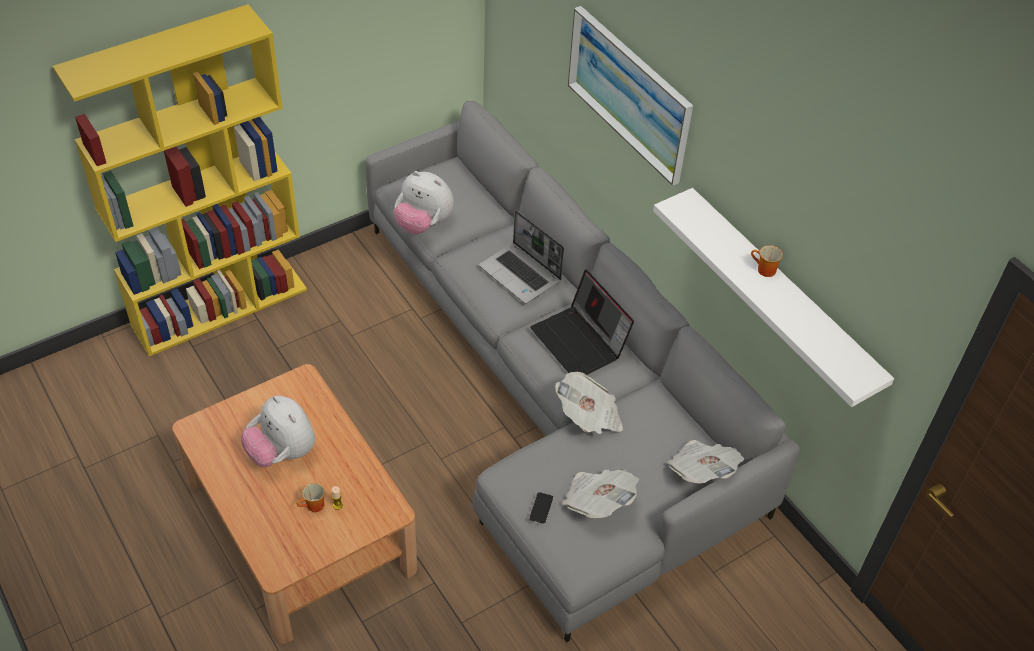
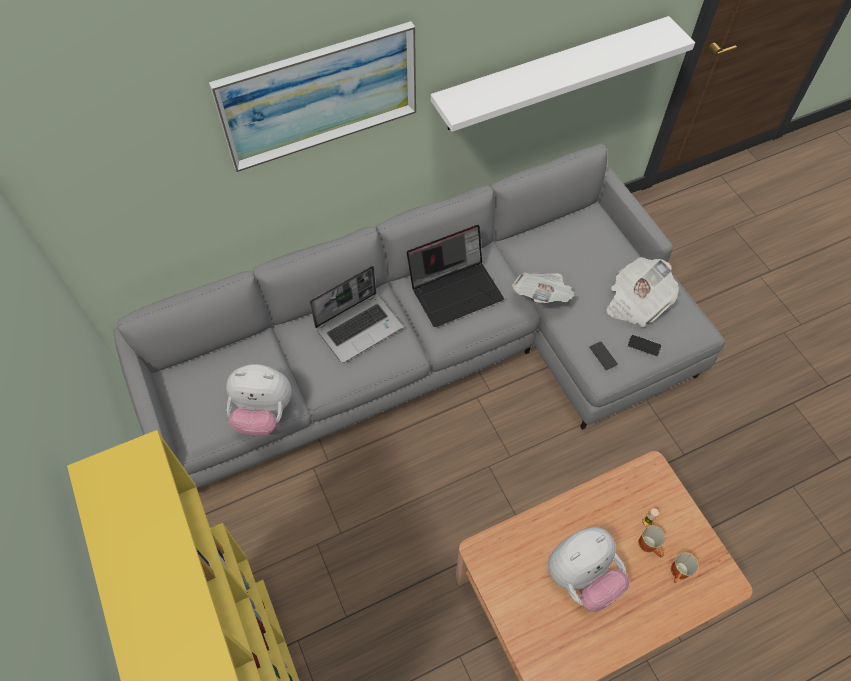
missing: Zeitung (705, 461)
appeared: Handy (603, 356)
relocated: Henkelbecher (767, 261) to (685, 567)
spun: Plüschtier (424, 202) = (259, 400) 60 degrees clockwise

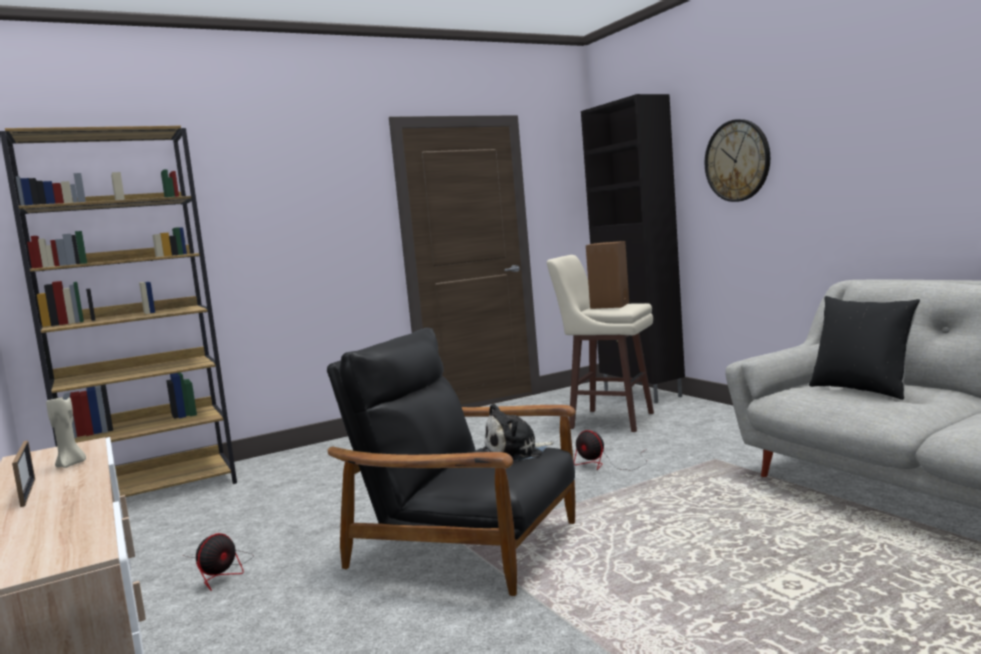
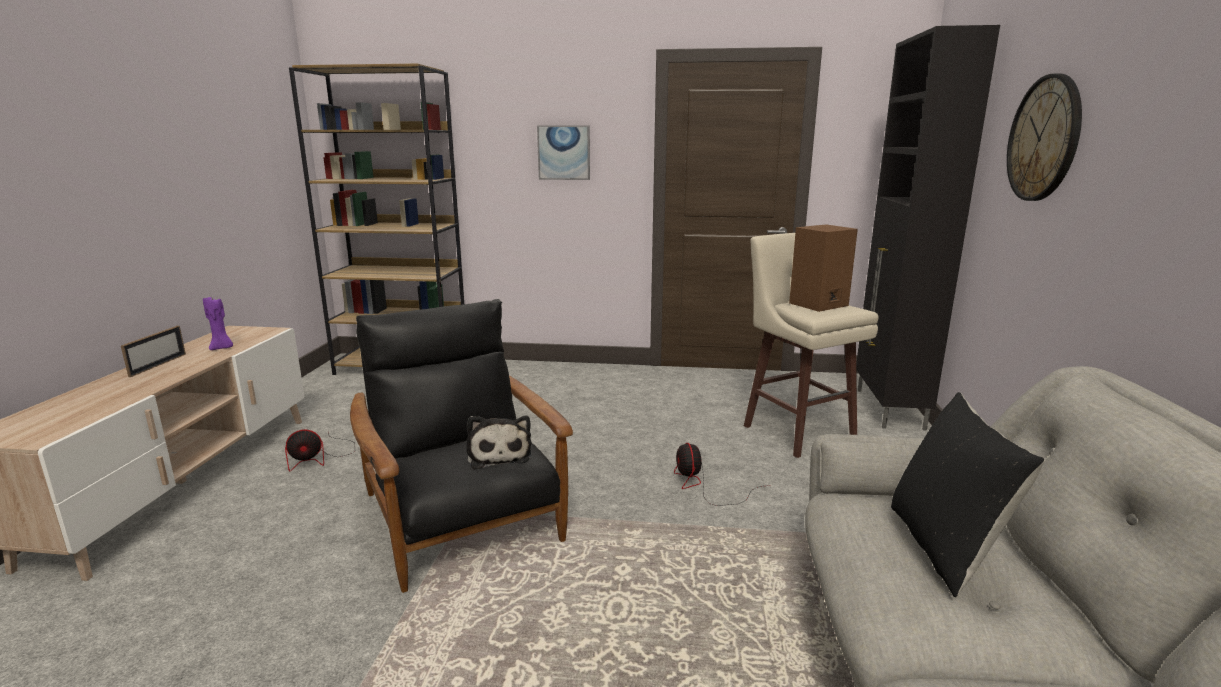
appeared: Bild (563, 152)
colour: Kerze (beige) (66, 431) to Kerze (lila) (218, 323)
spun: Plüschtier (518, 432) = (499, 442) 120 degrees counterclockwise

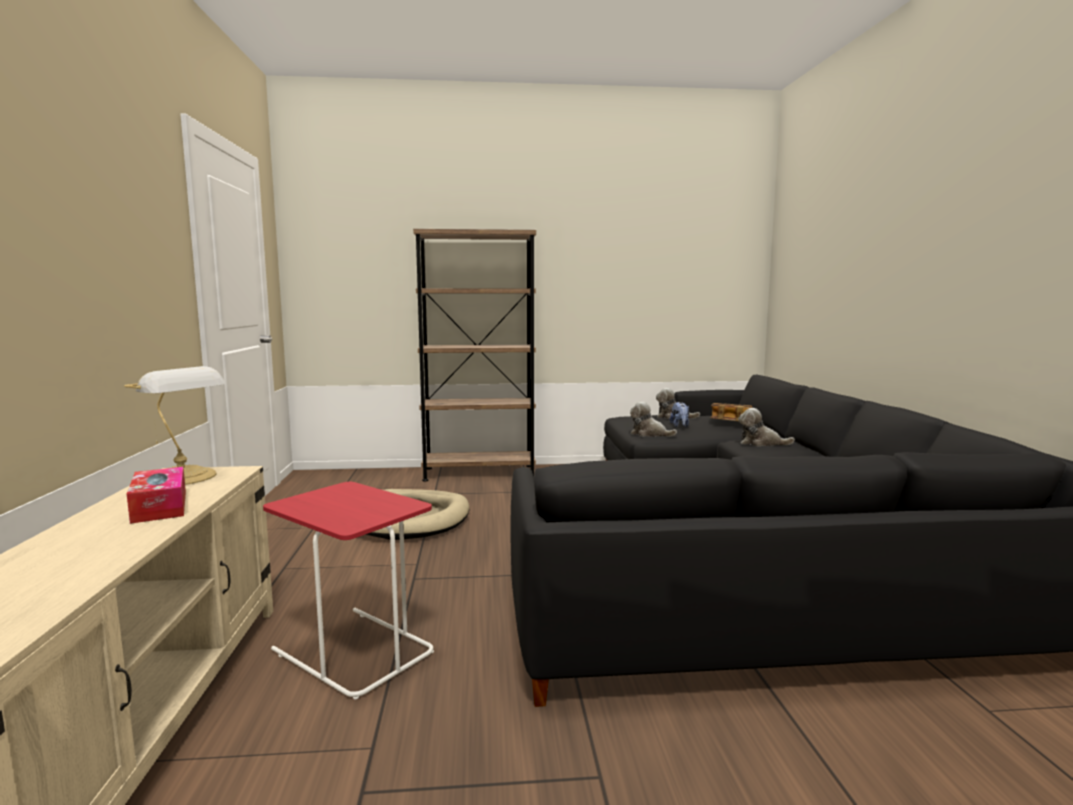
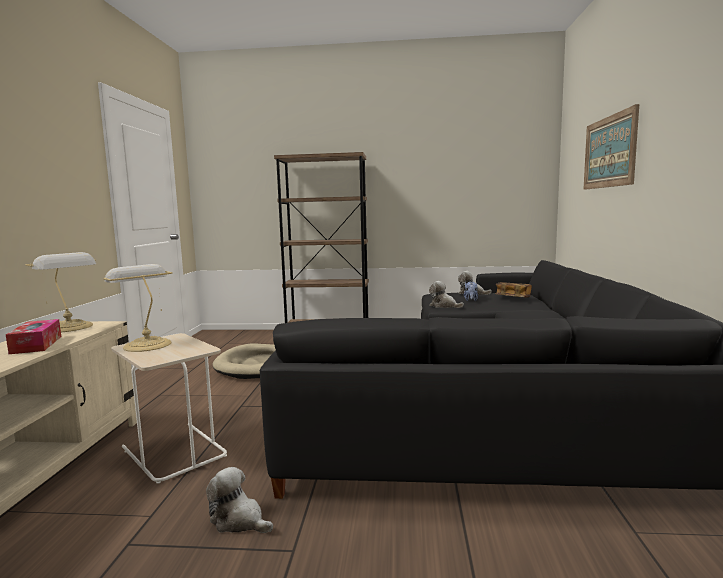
appeared: Tischlampe (138, 308); Bild (611, 147)
relocated: Plüschtier (766, 427) to (239, 500)
colour: Beistelltisch (rot) (348, 590) to Beistelltisch (beige) (169, 408)

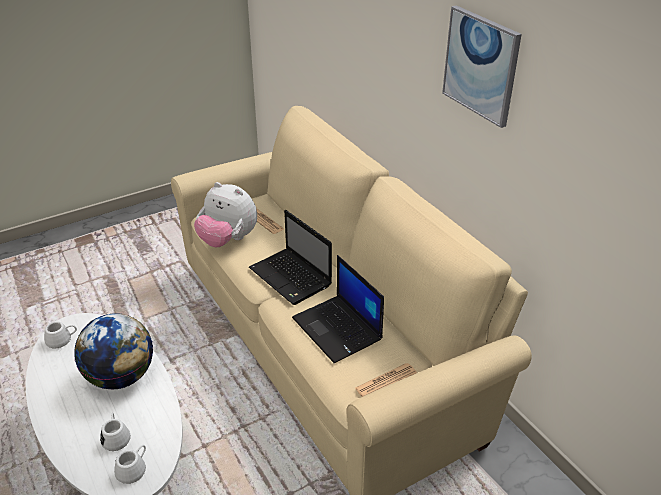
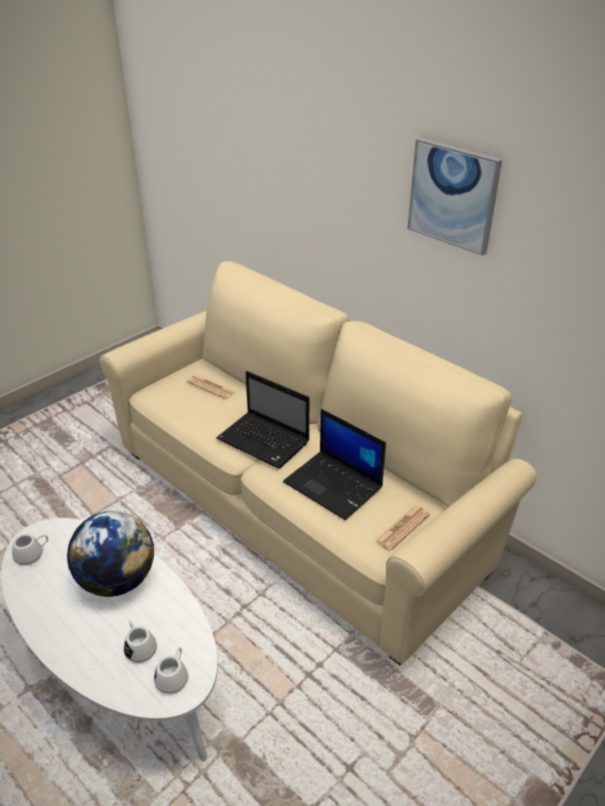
missing: Plüschtier (225, 214)

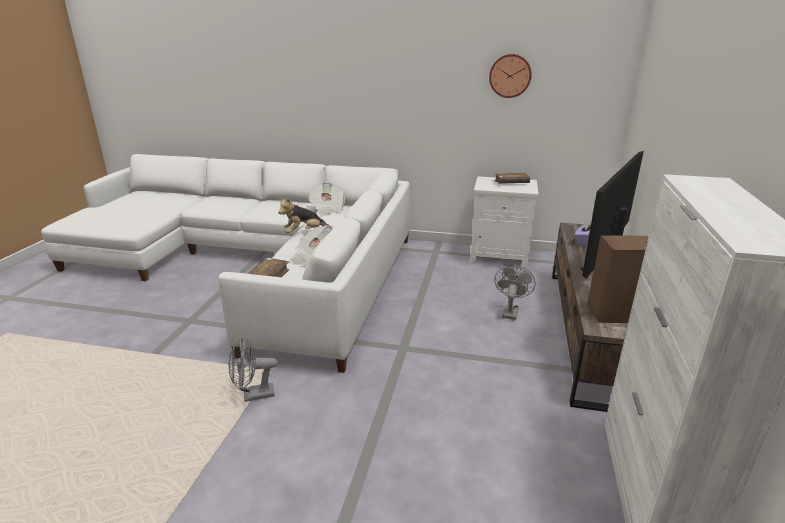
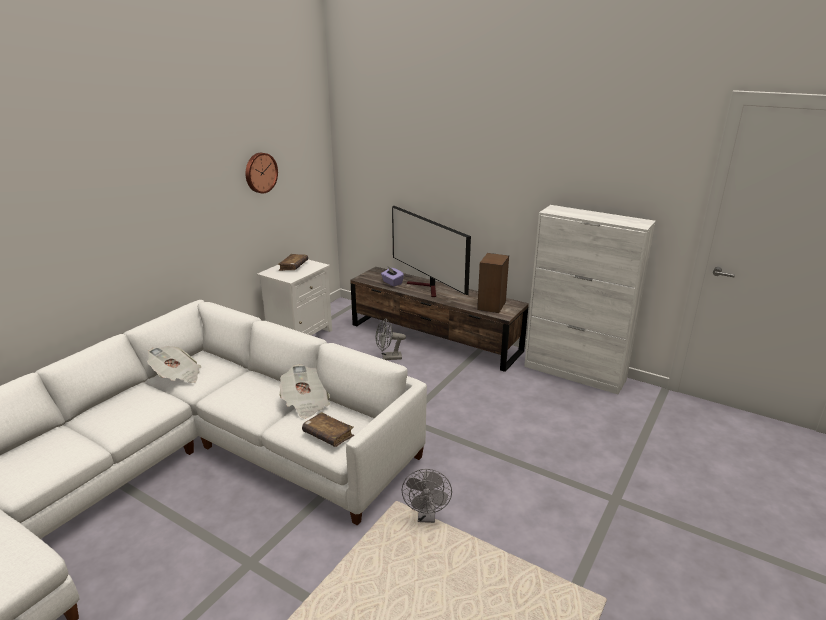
missing: Plüschtier (303, 215)
spun: Ventilator (grau) (514, 292) = (390, 339) 45 degrees counterclockwise

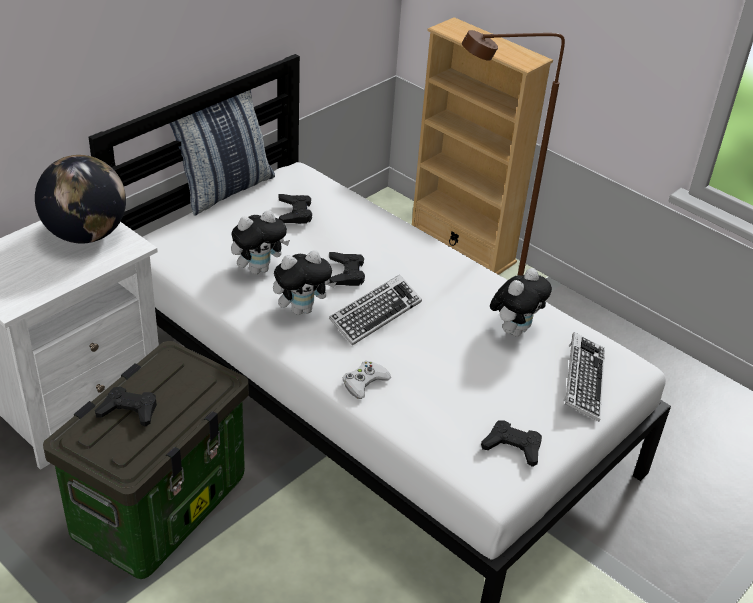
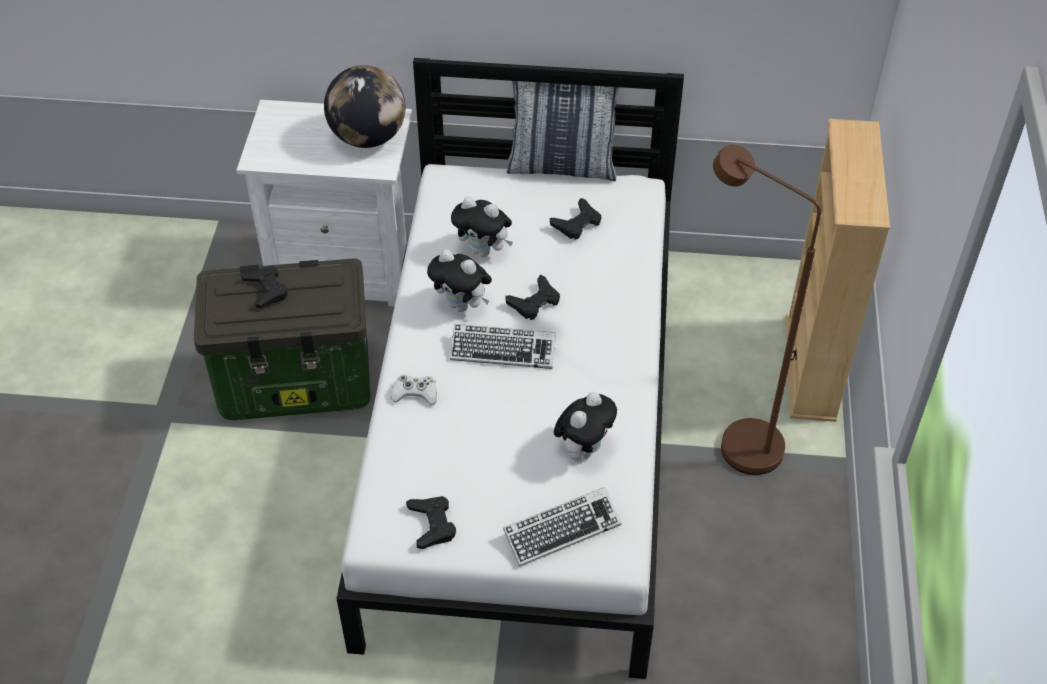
spun: Plüschtier (521, 302) = (585, 426) 60 degrees counterclockwise

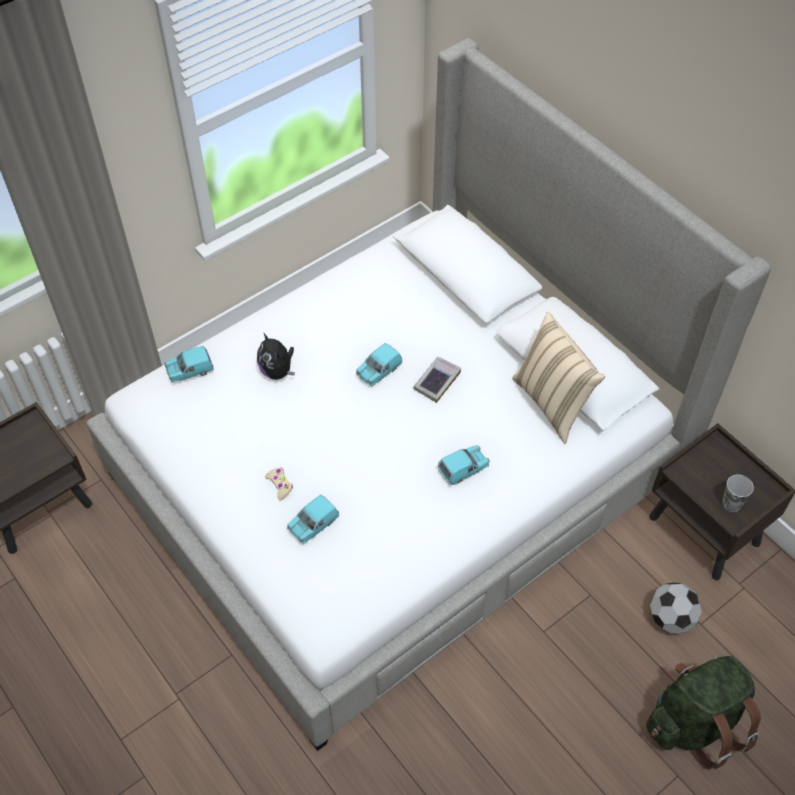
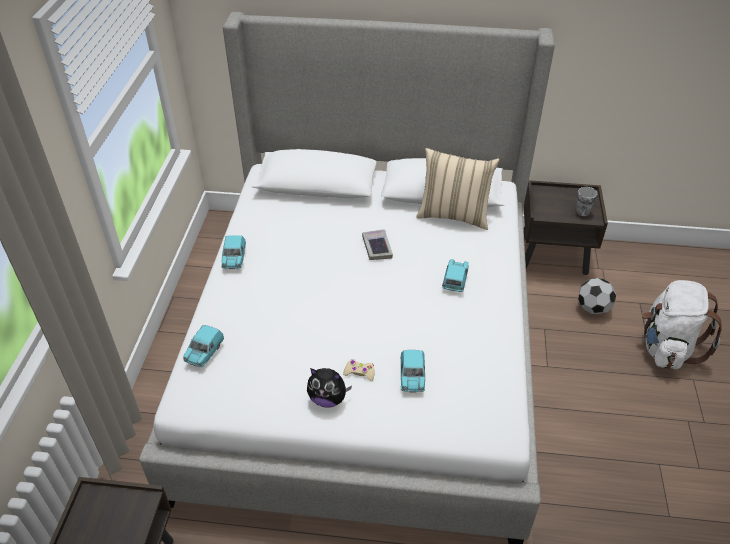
relocated: Spielzeugauto (türkis) (379, 364) to (233, 252); Plüschtier (276, 356) to (329, 388)
colour: Rucksack (grün) (703, 712) to Rucksack (weiß) (681, 324)

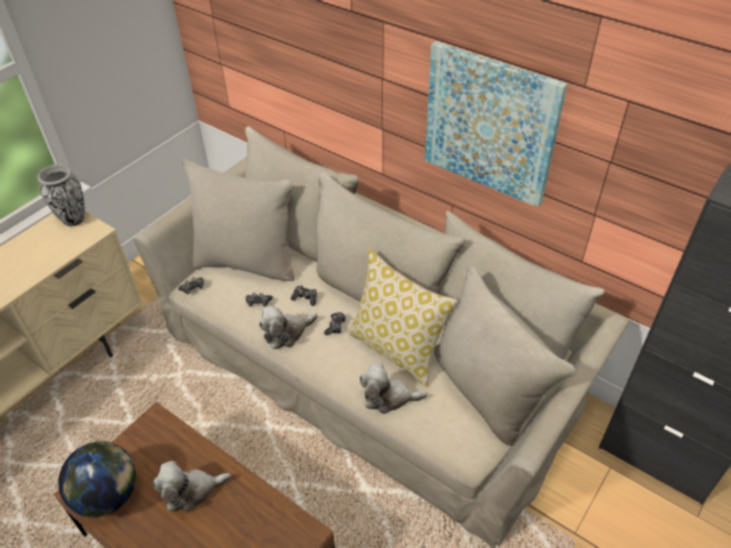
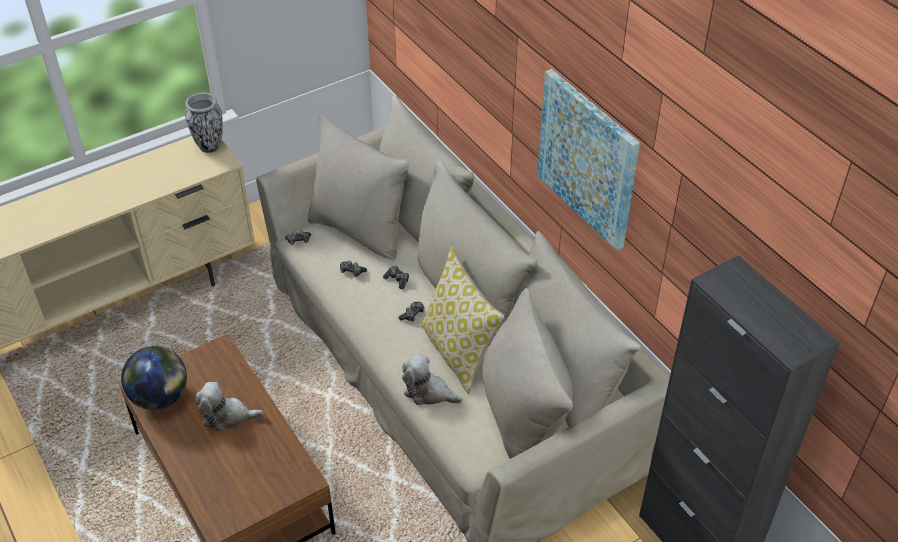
missing: Plüschtier (288, 327)

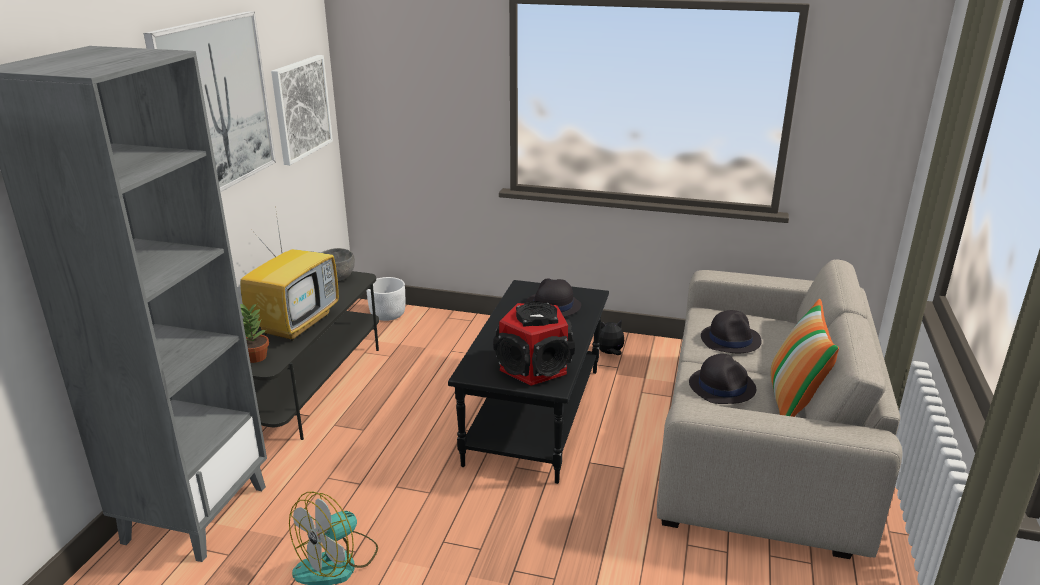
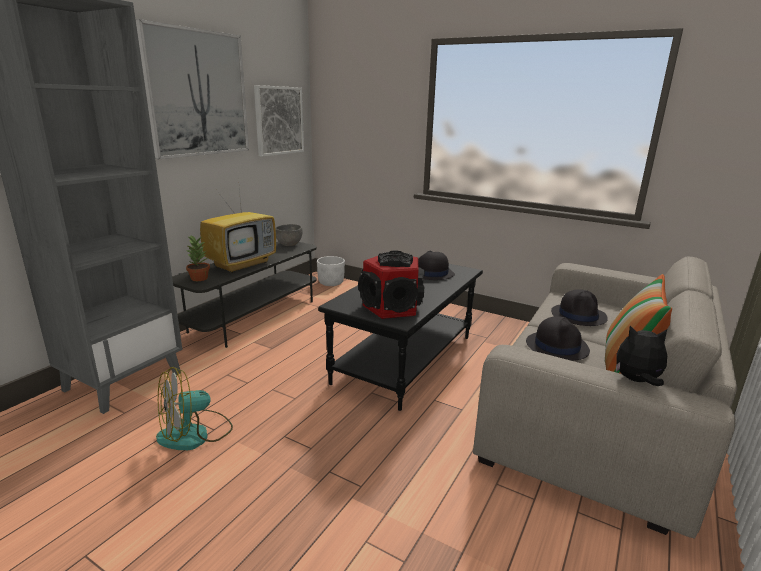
relocated: Plüschtier (611, 337) to (641, 356)

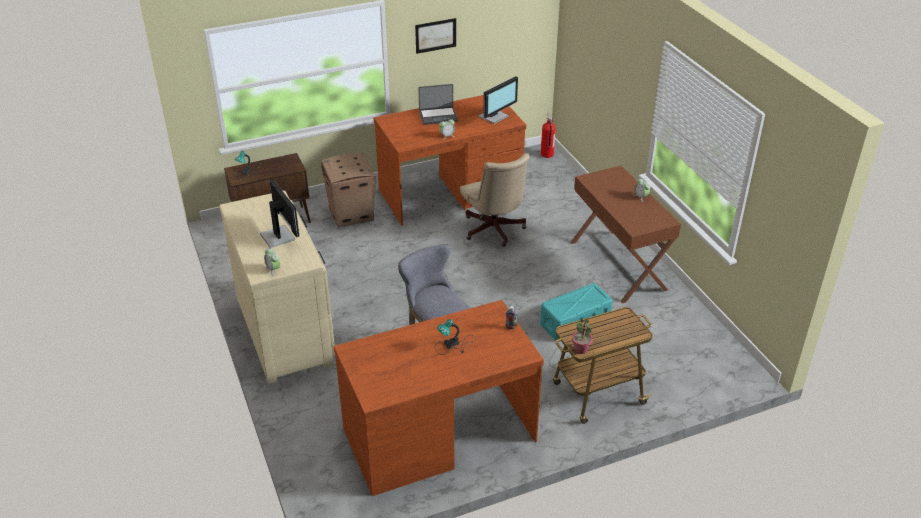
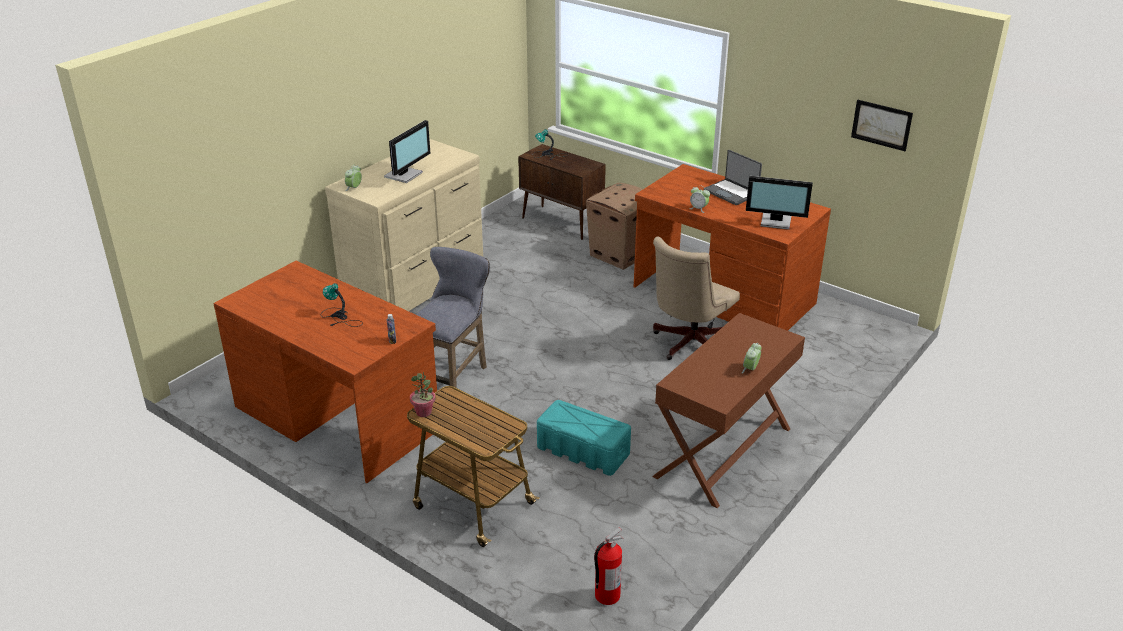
relocated: Feuerlöscher (548, 135) to (608, 566); Bild (435, 36) to (882, 125)

